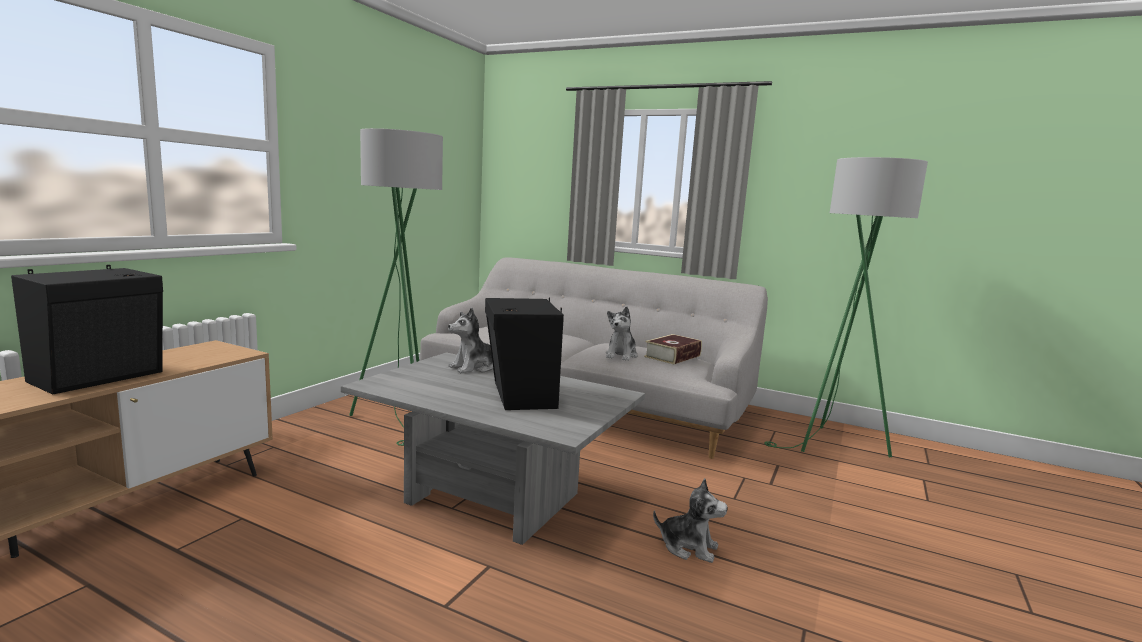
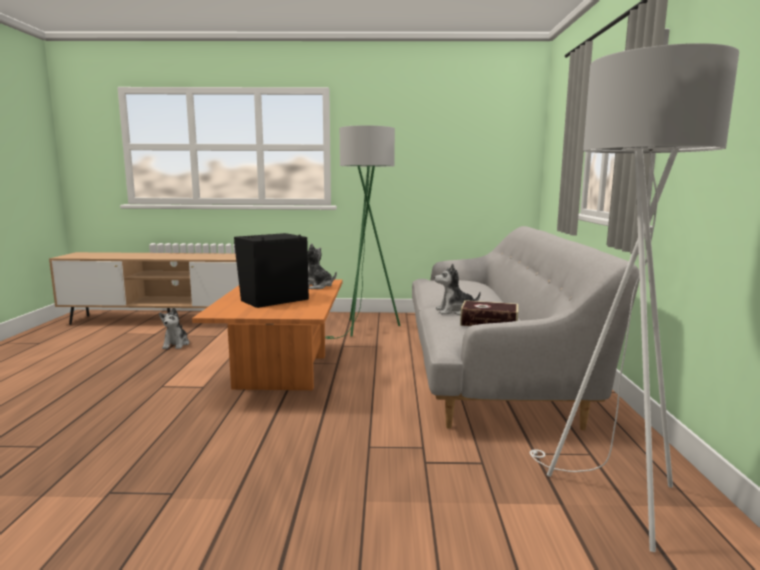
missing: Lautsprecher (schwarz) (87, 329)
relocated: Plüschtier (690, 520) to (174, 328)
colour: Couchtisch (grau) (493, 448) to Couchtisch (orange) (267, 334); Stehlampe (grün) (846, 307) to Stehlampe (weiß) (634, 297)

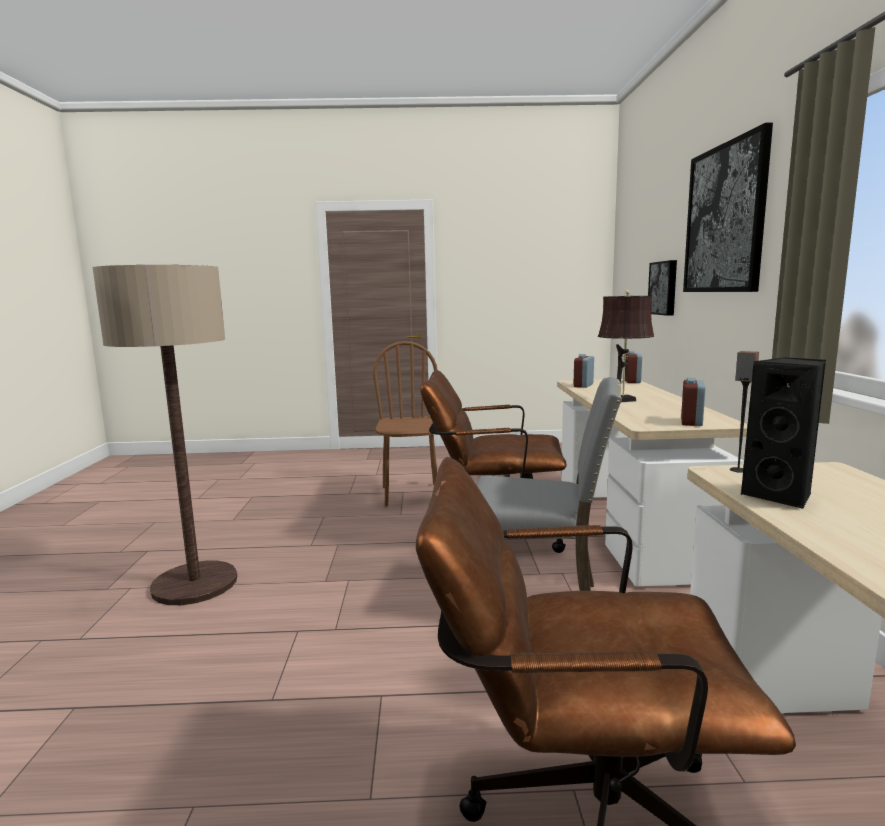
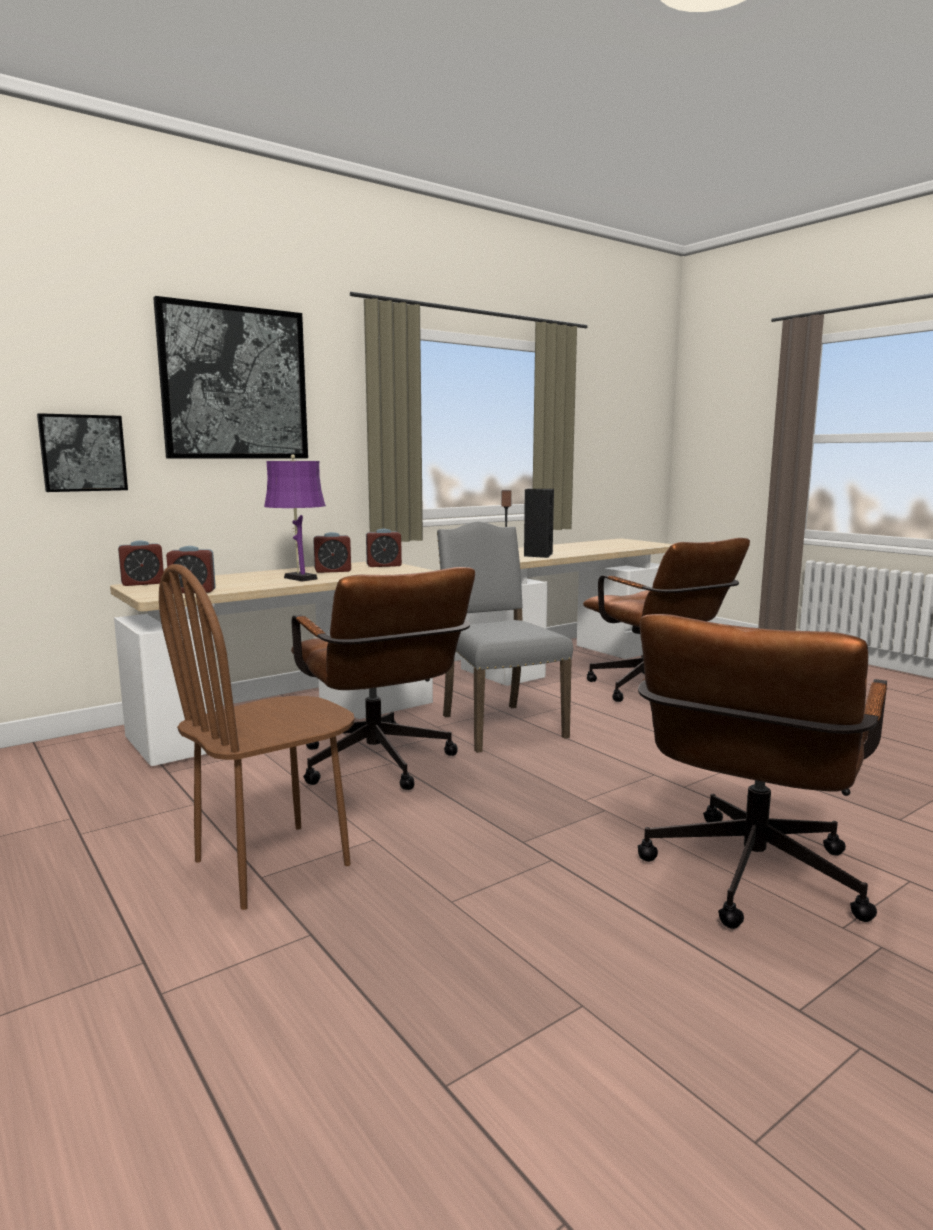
appeared: Wecker (332, 552)
exchanged: Stehlampe (164, 435) to Bürostuhl (braun) (762, 771)
colour: Tischlampe (braun) (626, 346) to Tischlampe (lila) (295, 518)

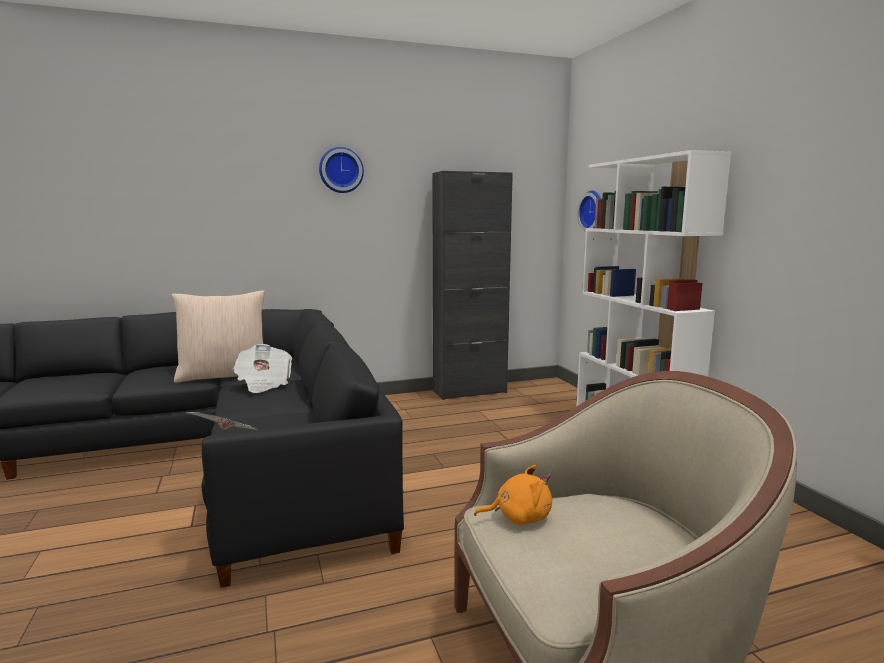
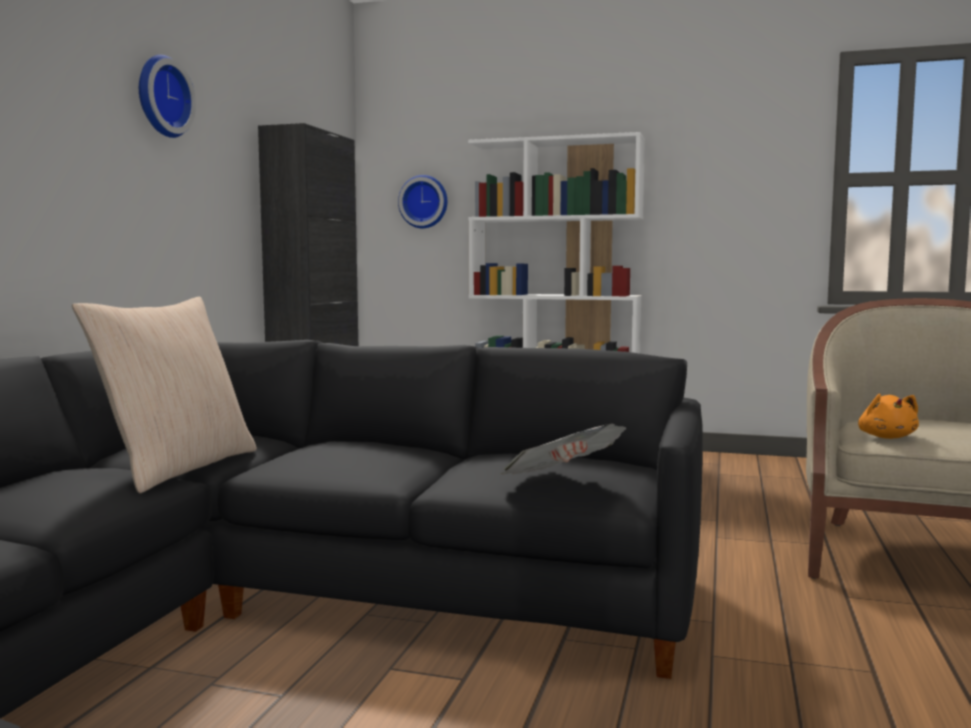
missing: Zeitung (262, 368)
spun: Plüschtier (orange) (513, 495) = (888, 416) 150 degrees clockwise

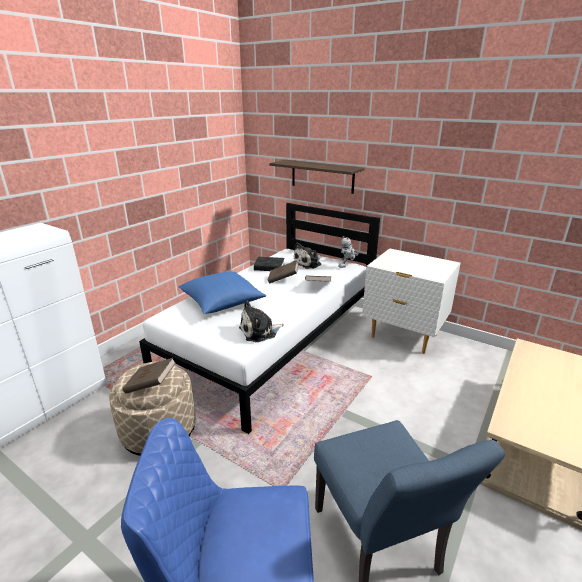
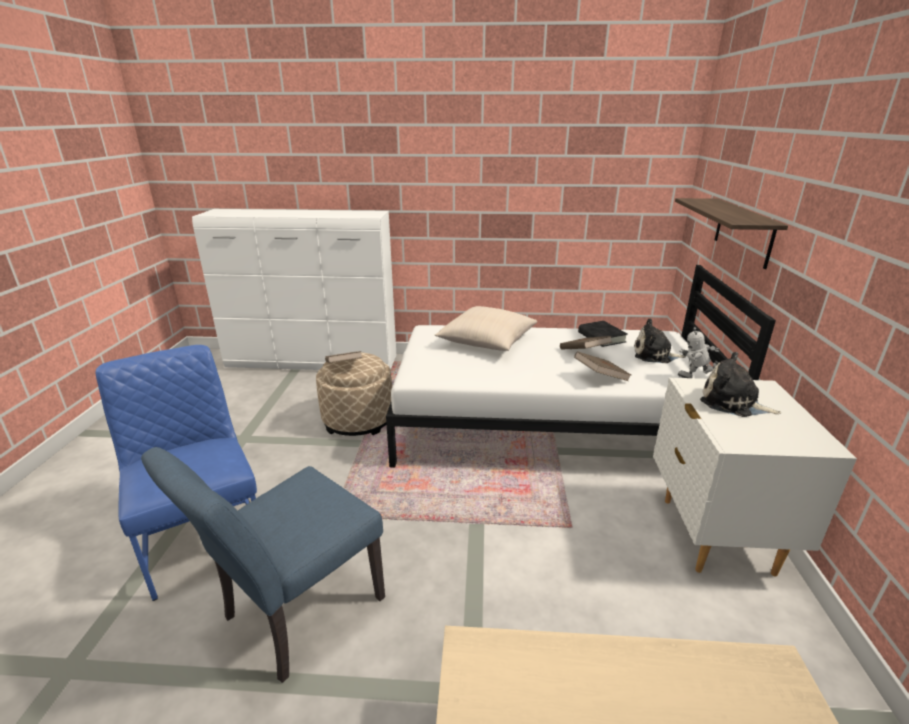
relocated: Plüschtier (261, 321) to (740, 384)
colour: Kissen (blau) (222, 293) to Kissen (beige) (486, 328)

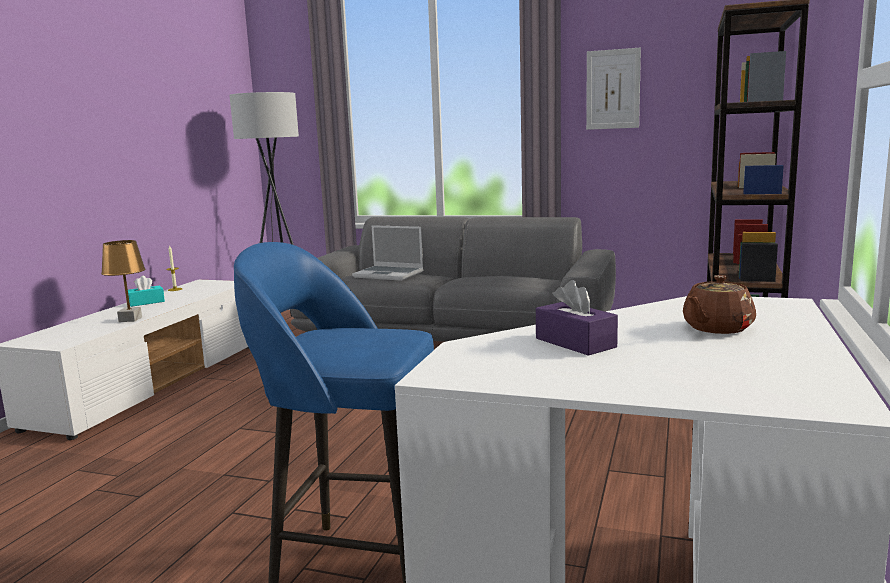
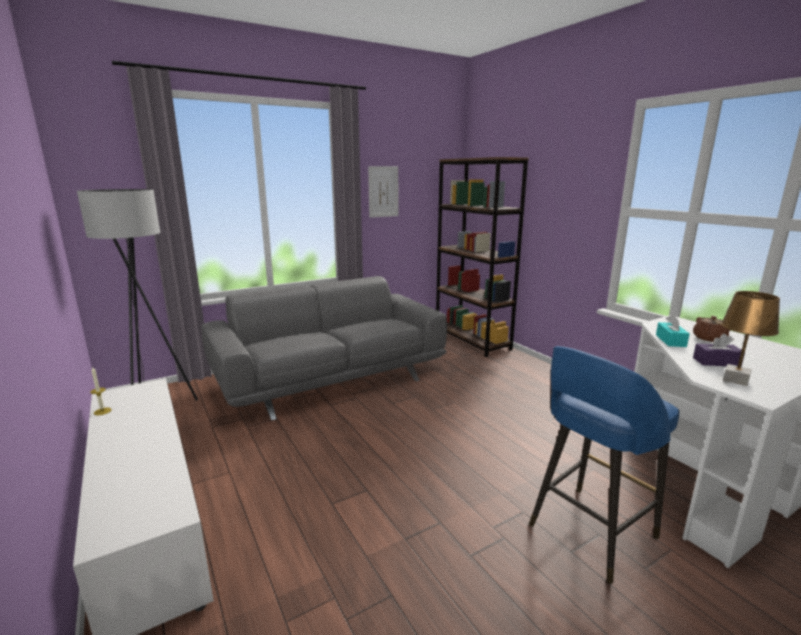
missing: Laptop (387, 253)
relocated: Taschentuchbox (türkis) (146, 291) to (673, 330); Tischlampe (braun) (123, 281) to (750, 338)

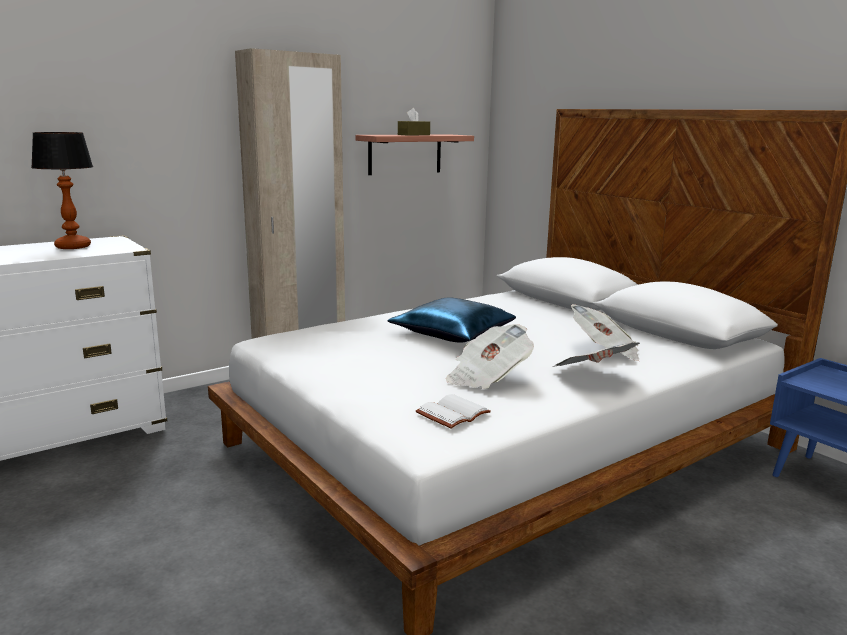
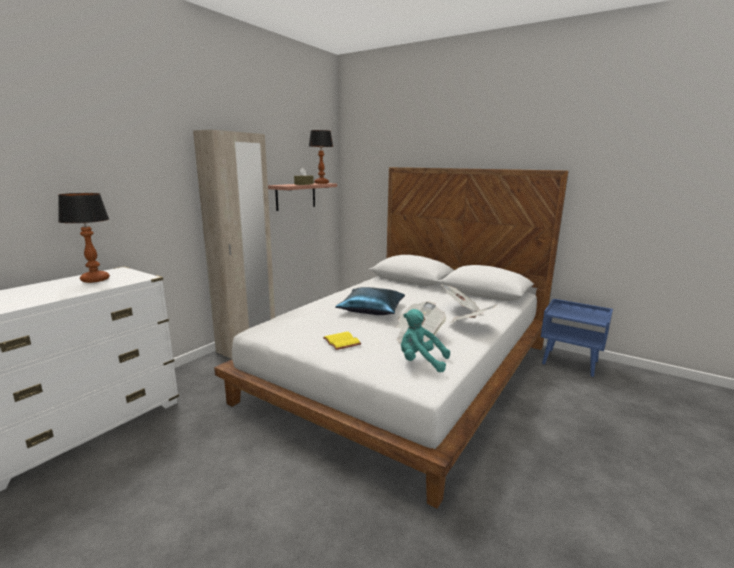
appeared: Tischlampe (321, 157); Buch (gelb) (342, 340)
exchanged: Buch (weiß) (453, 411) to Plüschtier (türkis) (425, 340)

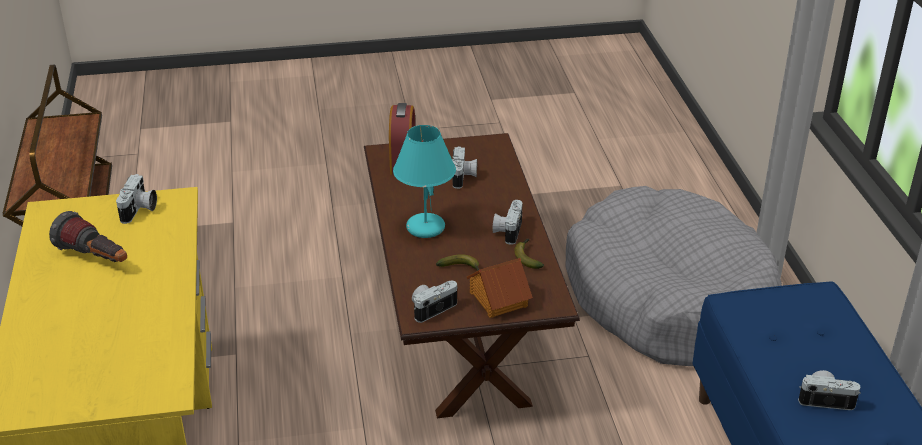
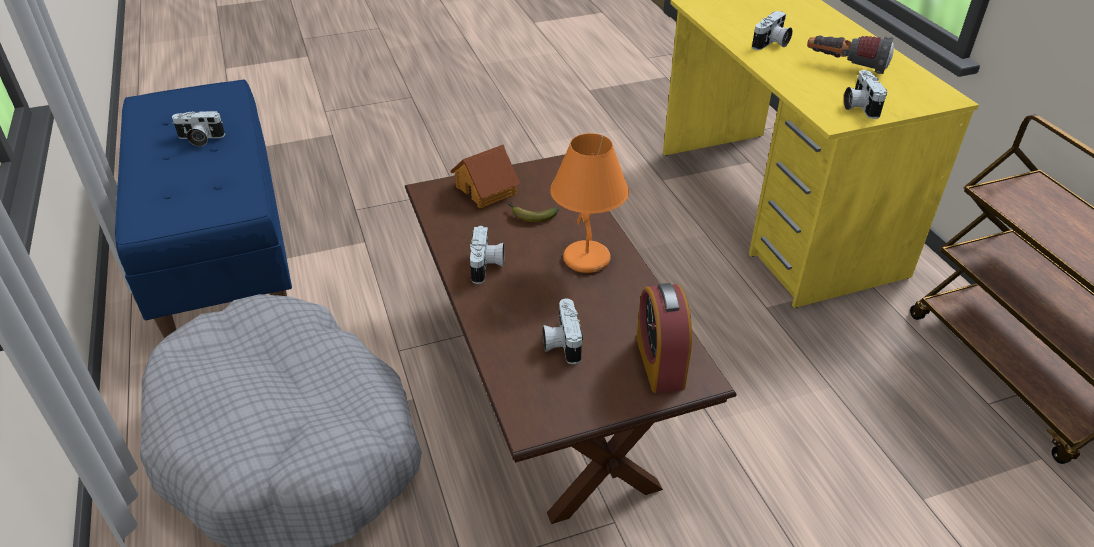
missing: Banane (529, 254)
relocated: Kamera (435, 302) to (772, 30)
colour: Tischlampe (türkis) (424, 181) to Tischlampe (orange) (589, 203)

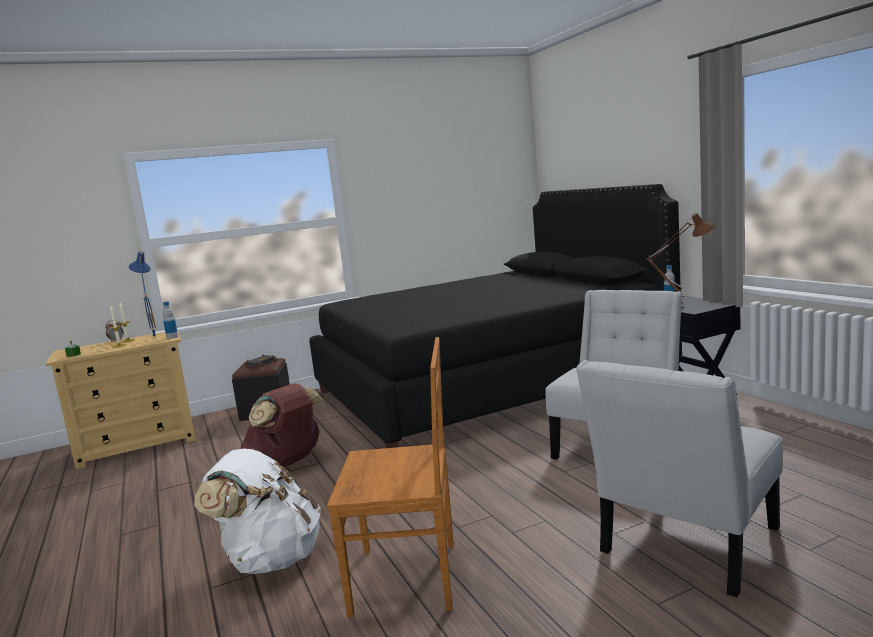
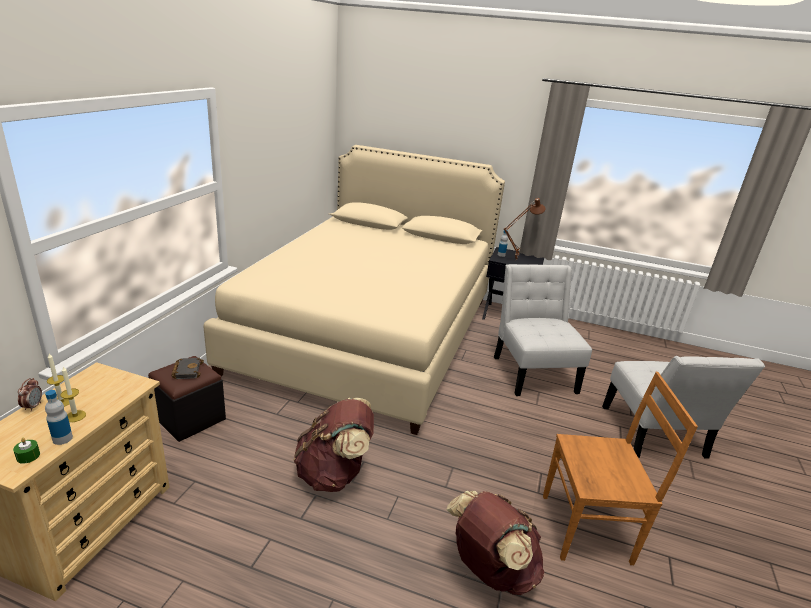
missing: Tischlampe (blau) (142, 294)
relocated: Flasche (170, 320) to (59, 417)
colour: Bett (schwarz) (495, 316) to Bett (beige) (354, 290); Rucksack (weiß) (257, 511) to Rucksack (braun) (495, 543)
spun: Stuhl (braun) (390, 477) = (620, 468) 45 degrees clockwise

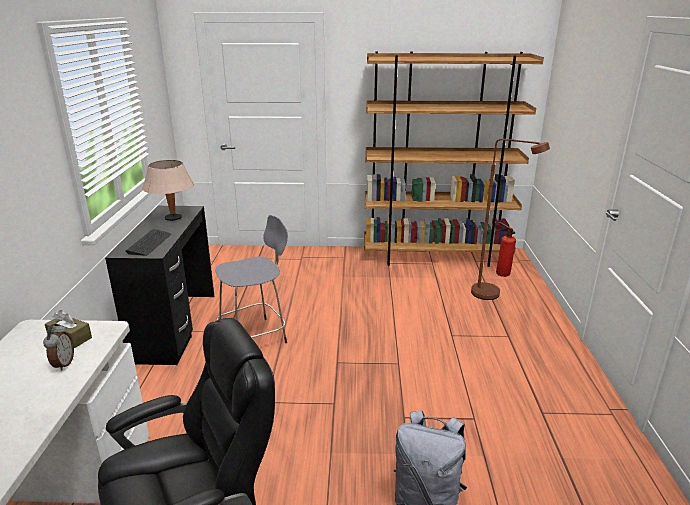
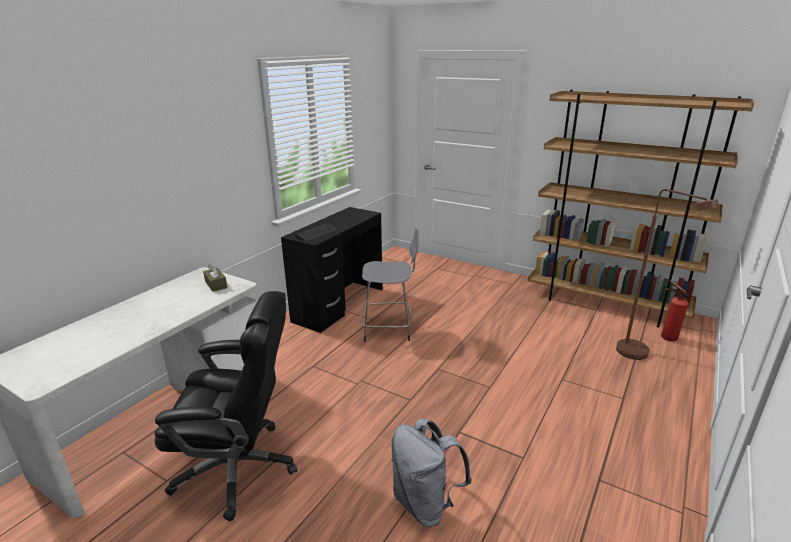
missing: Wecker (58, 347); Tischlampe (beige) (168, 190)

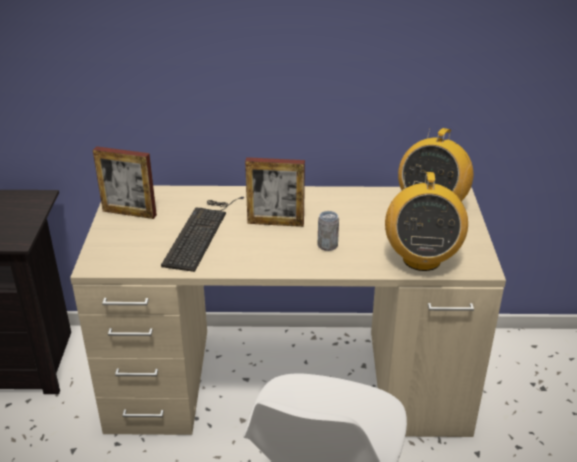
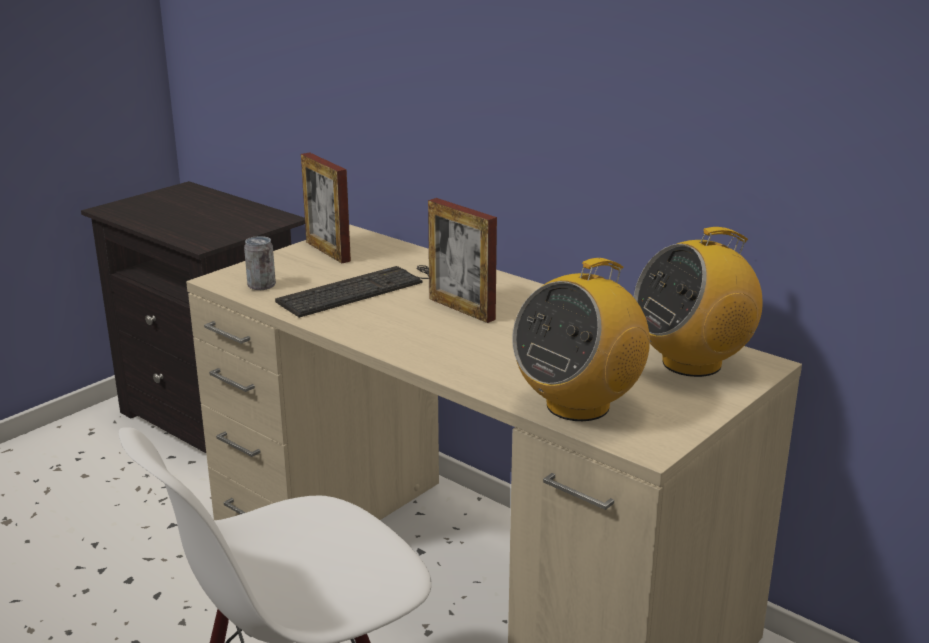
relocated: Dose (328, 231) to (260, 263)

